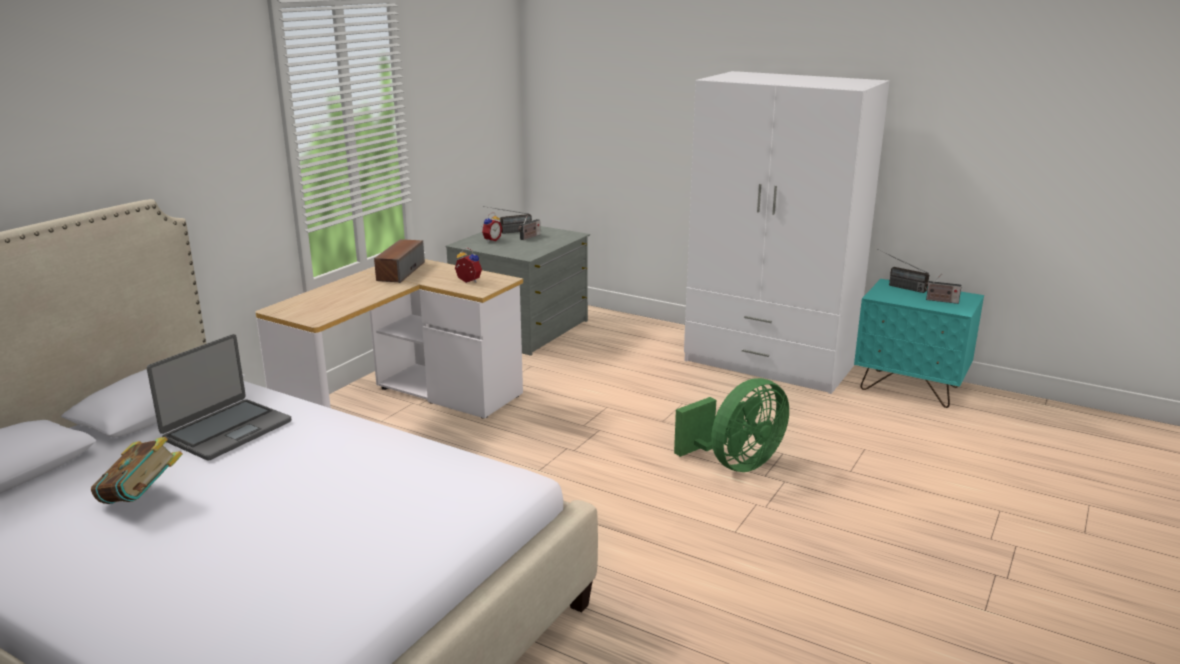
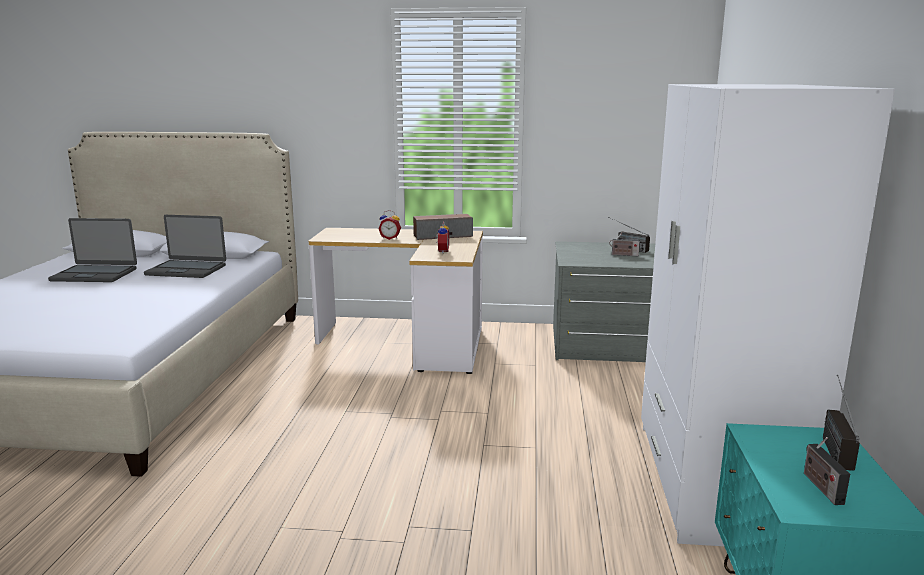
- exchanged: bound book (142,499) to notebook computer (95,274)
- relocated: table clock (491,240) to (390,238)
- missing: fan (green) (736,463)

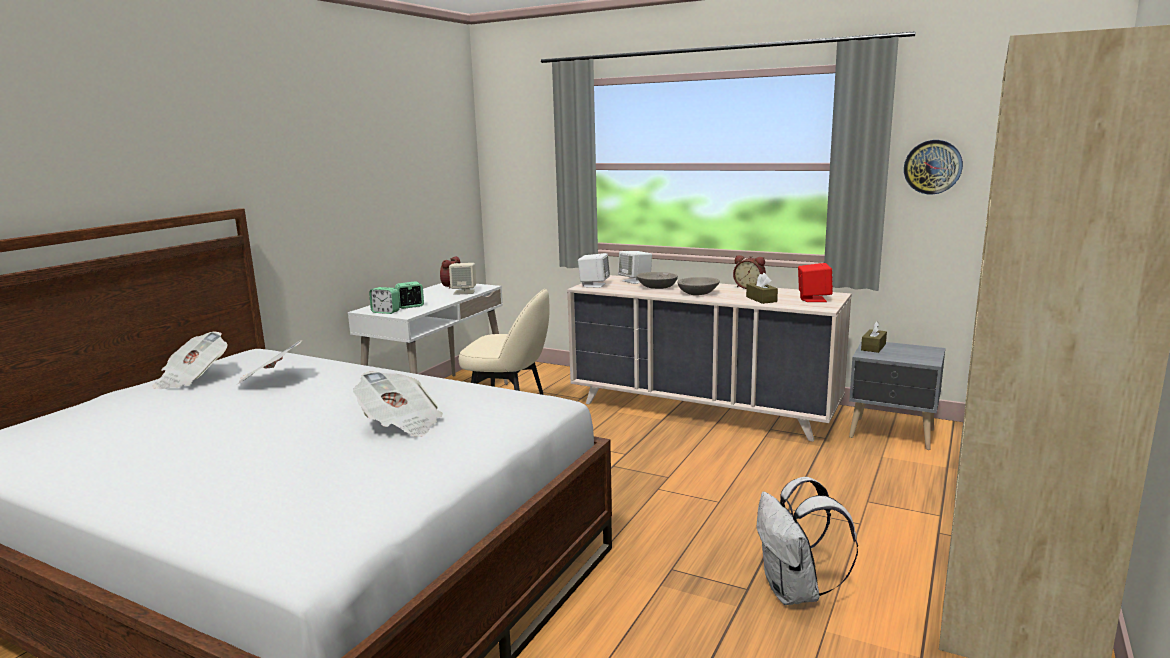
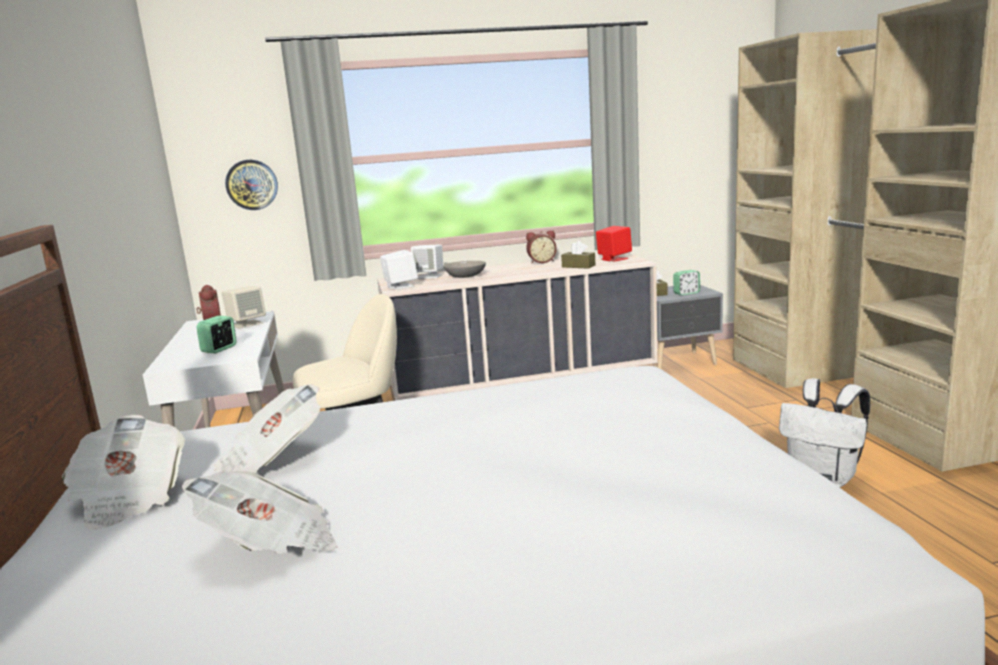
- relocated: printed paper (401,424) to (271,545)
- relocated: table clock (385,312) to (686,293)
- missing: bowl (gray) (698,293)
- relocated: clock on the wall (932,167) to (252,184)

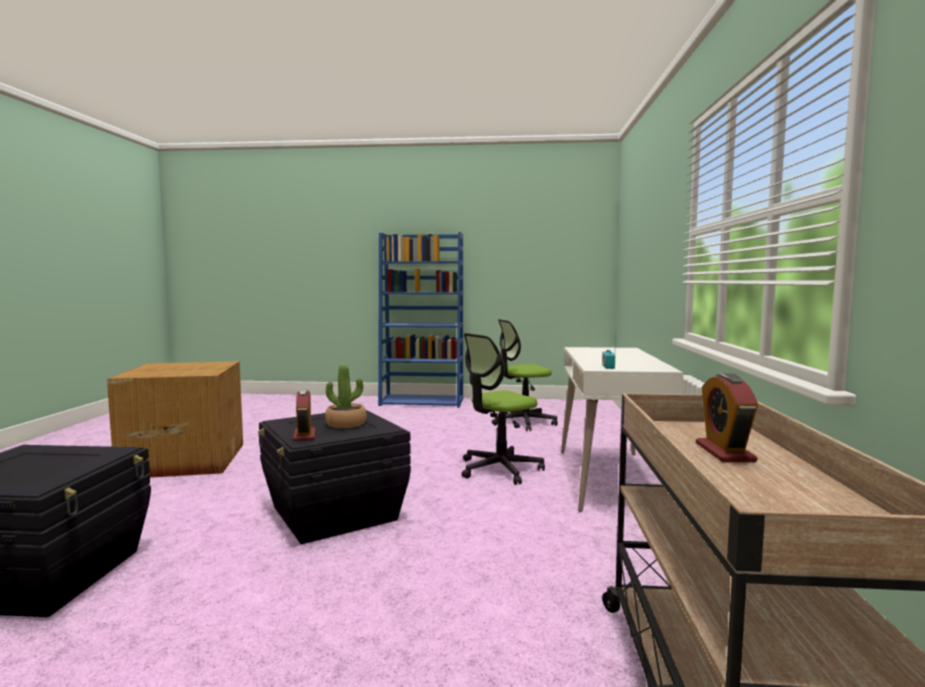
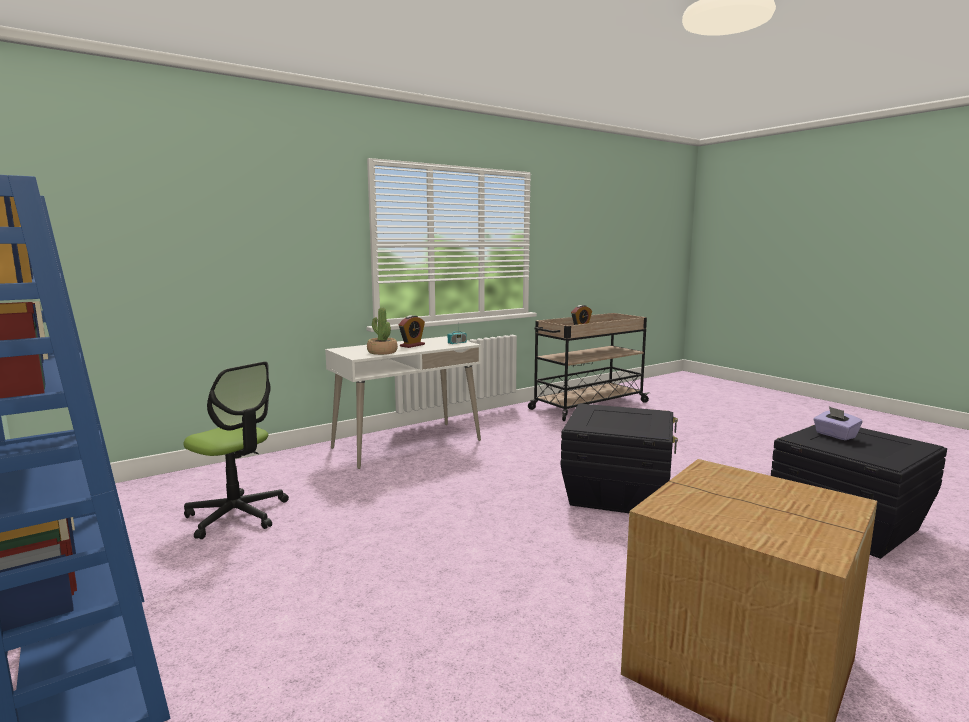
- relocated: table clock (304,435) to (412,345)
- relocated: plant in a pot (346,424) to (382,352)
- missing: desk chair (499,469)
- appeared: box of tissues (purple-coloured) (835,435)

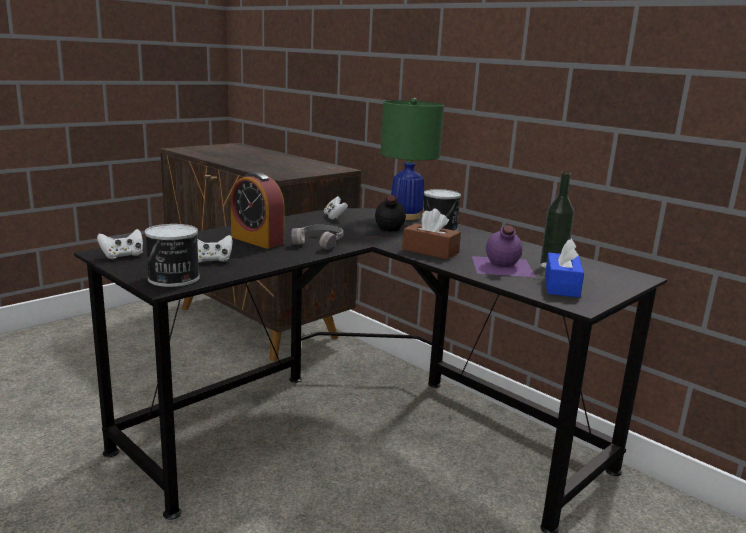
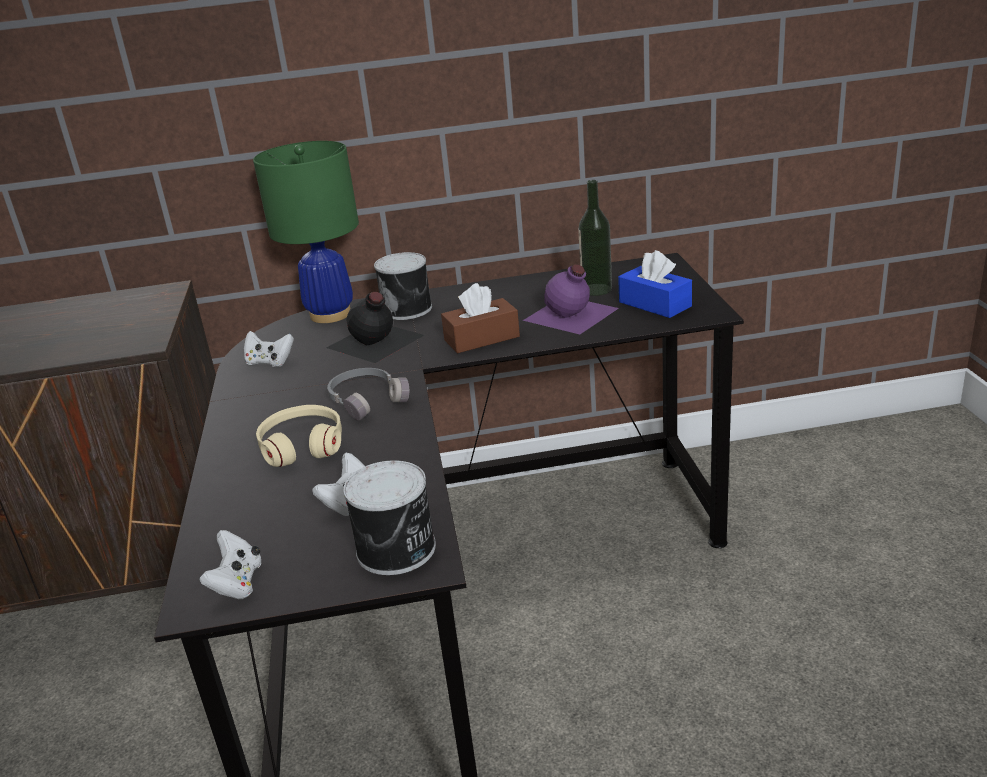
- exchanged: table clock (257,240) to pair of headphones (beige-coloured) (302,445)

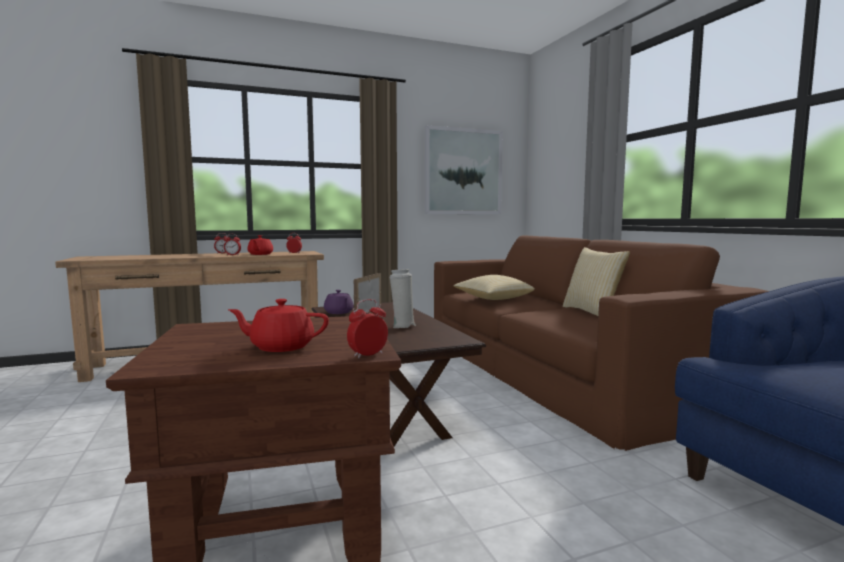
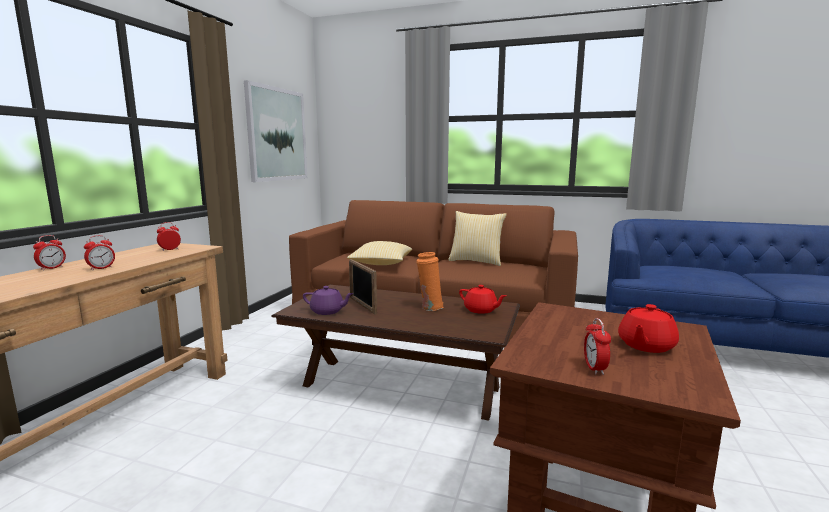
- relocated: teapot (reddish) (260,254) to (481,310)
- relocated: table clock (368,355) to (594,368)
- colour: flower vase (white-coloured) (402,326) to flower vase (orange-coloured) (430,307)

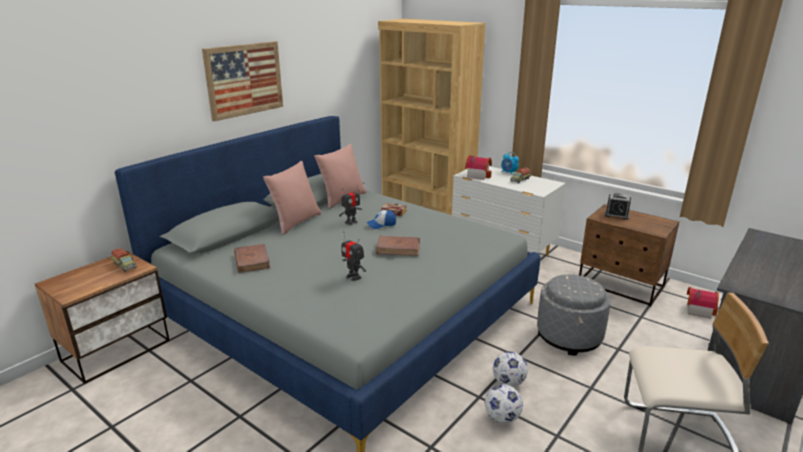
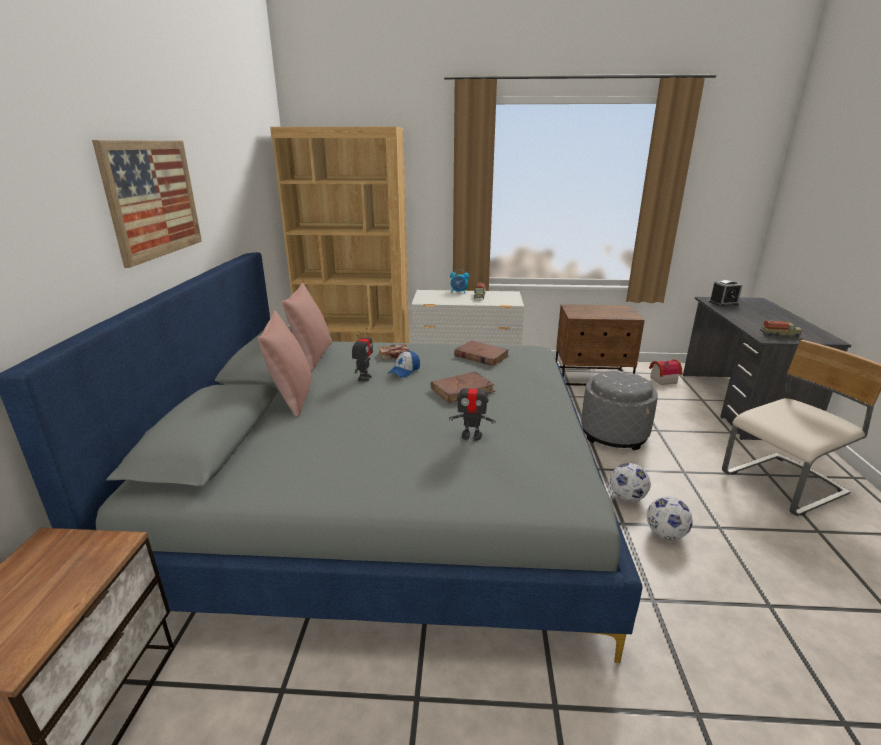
- relocated: toy lorry (125,265) to (780,335)
- relocated: bound book (brownish) (252,260) to (481,356)
- missing: model house (477,175)
- relocated: table clock (616,215) to (723,303)

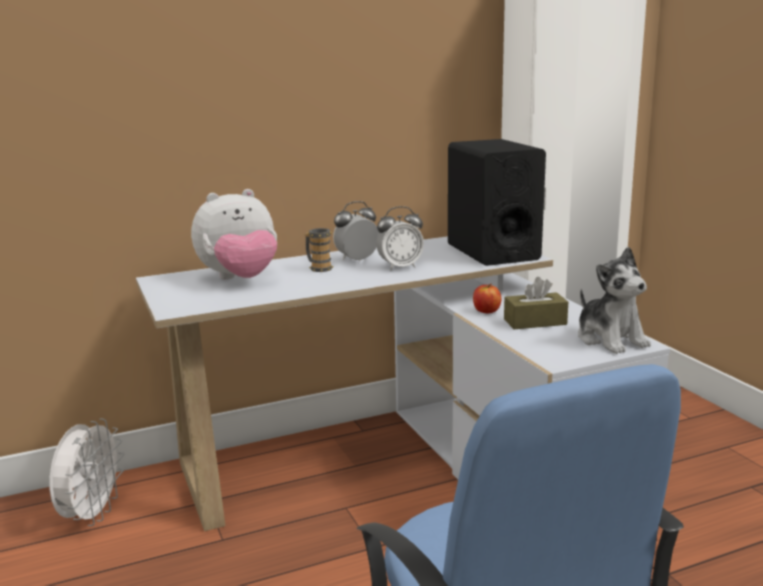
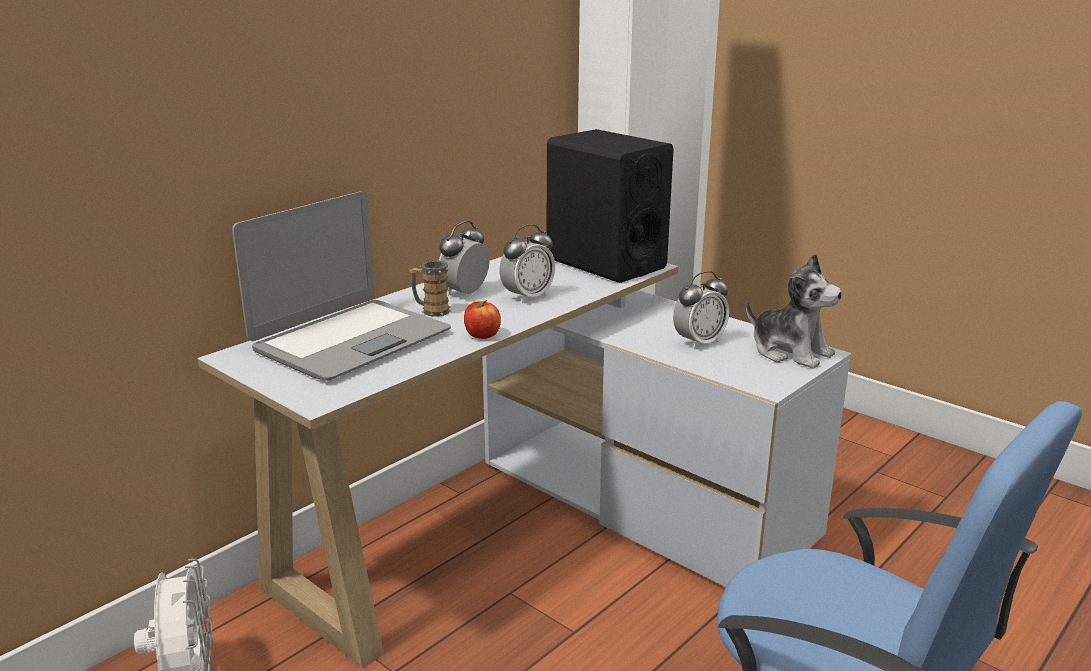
- exchanged: soft toy (240,279) to notebook computer (350,341)
- relocated: apple (486,311) to (482,335)
- exchanged: box of tissues (brownish) (535,322) to table clock (699,342)

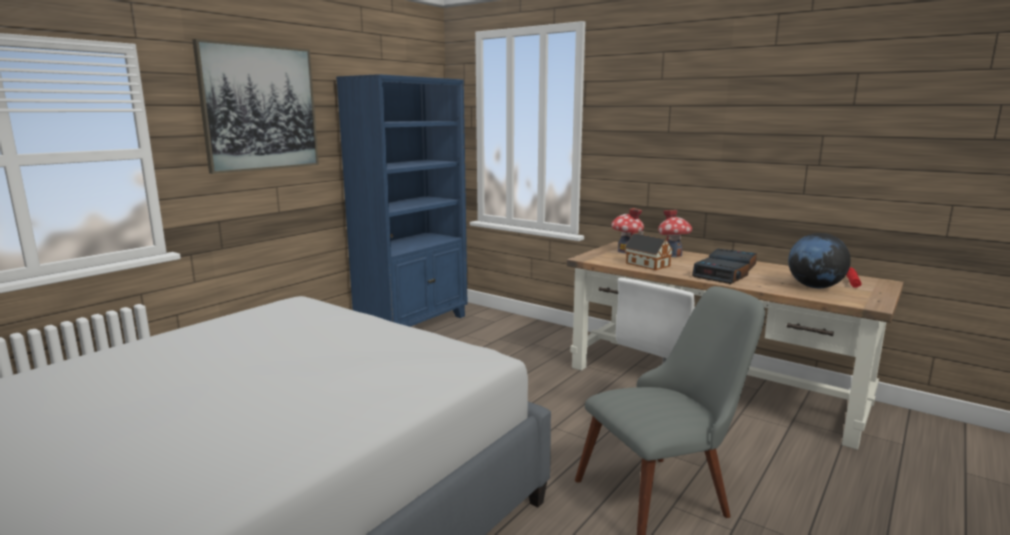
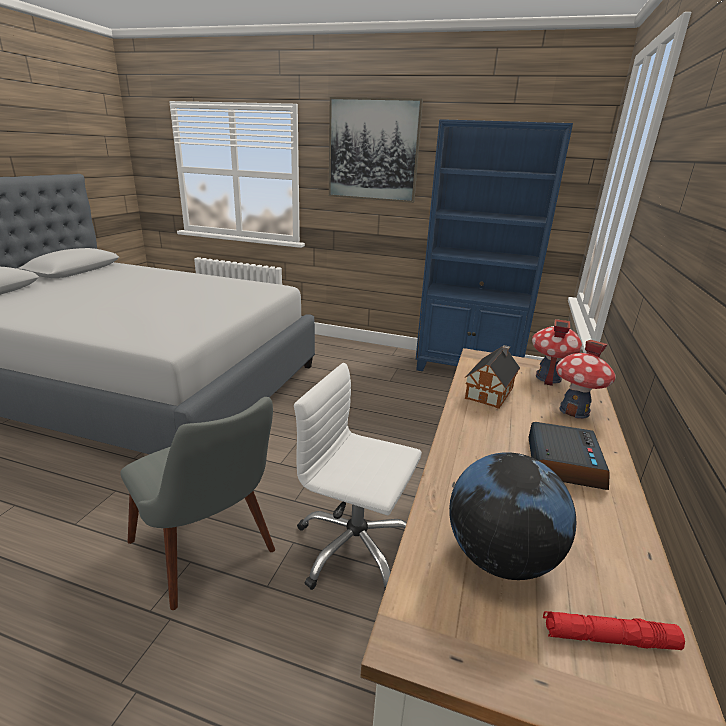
- missing: table clock (720,276)

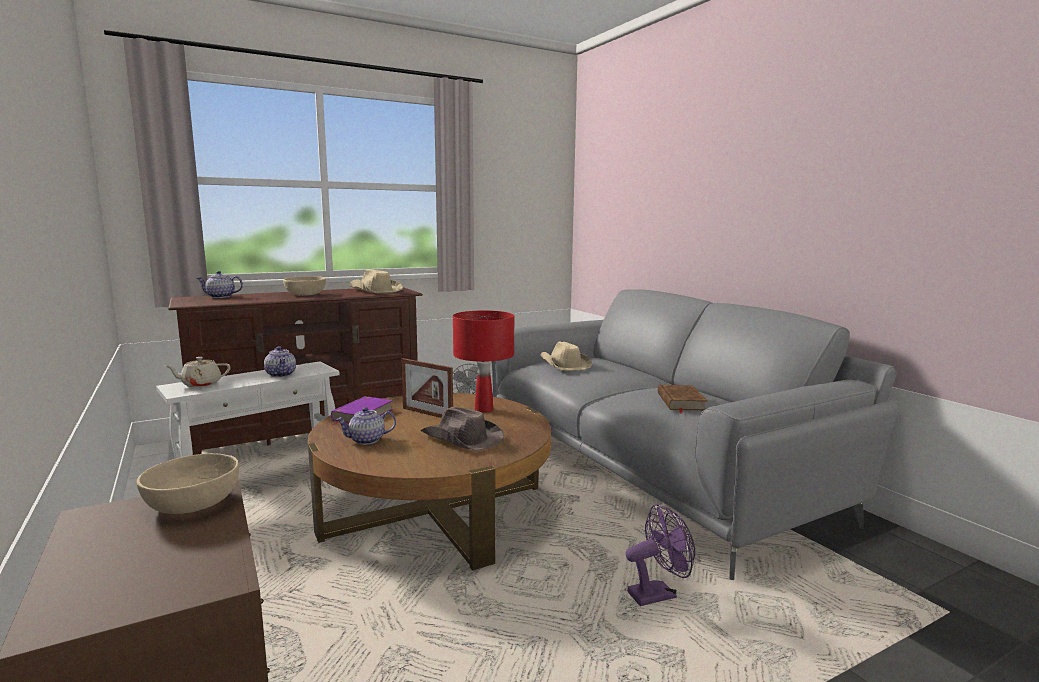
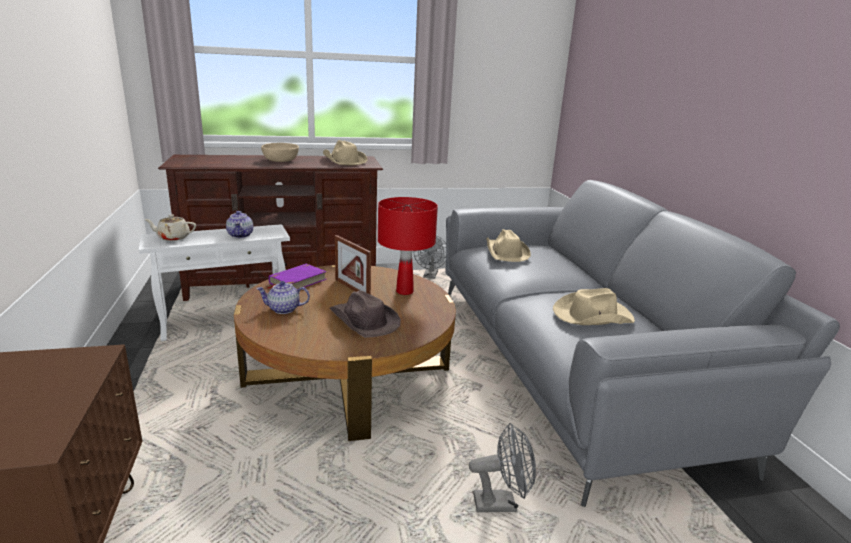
- missing: bowl (beige-coloured) (192,503)
- missing: teapot (220,297)
- colour: fan (purple-coloured) (658,593) to fan (gray) (501,503)
- exchanged: bound book (brownish) (680,402) to hat (beige-coloured) (591,315)

